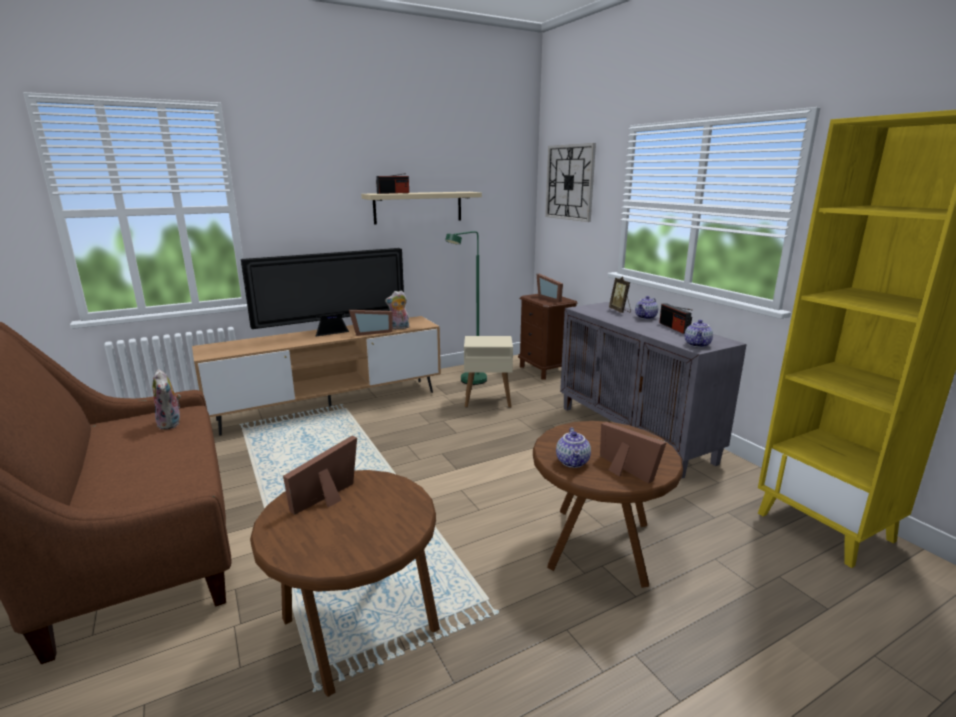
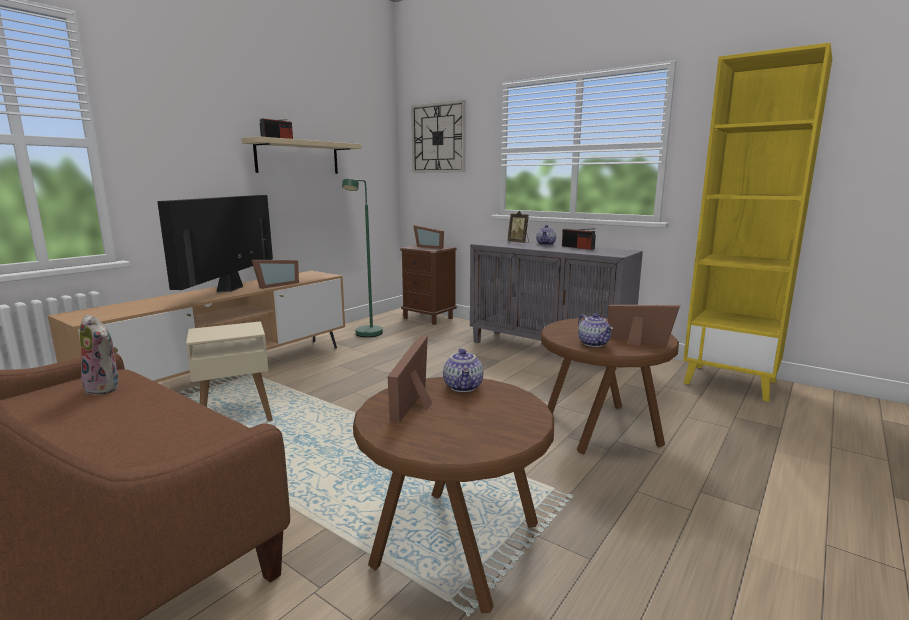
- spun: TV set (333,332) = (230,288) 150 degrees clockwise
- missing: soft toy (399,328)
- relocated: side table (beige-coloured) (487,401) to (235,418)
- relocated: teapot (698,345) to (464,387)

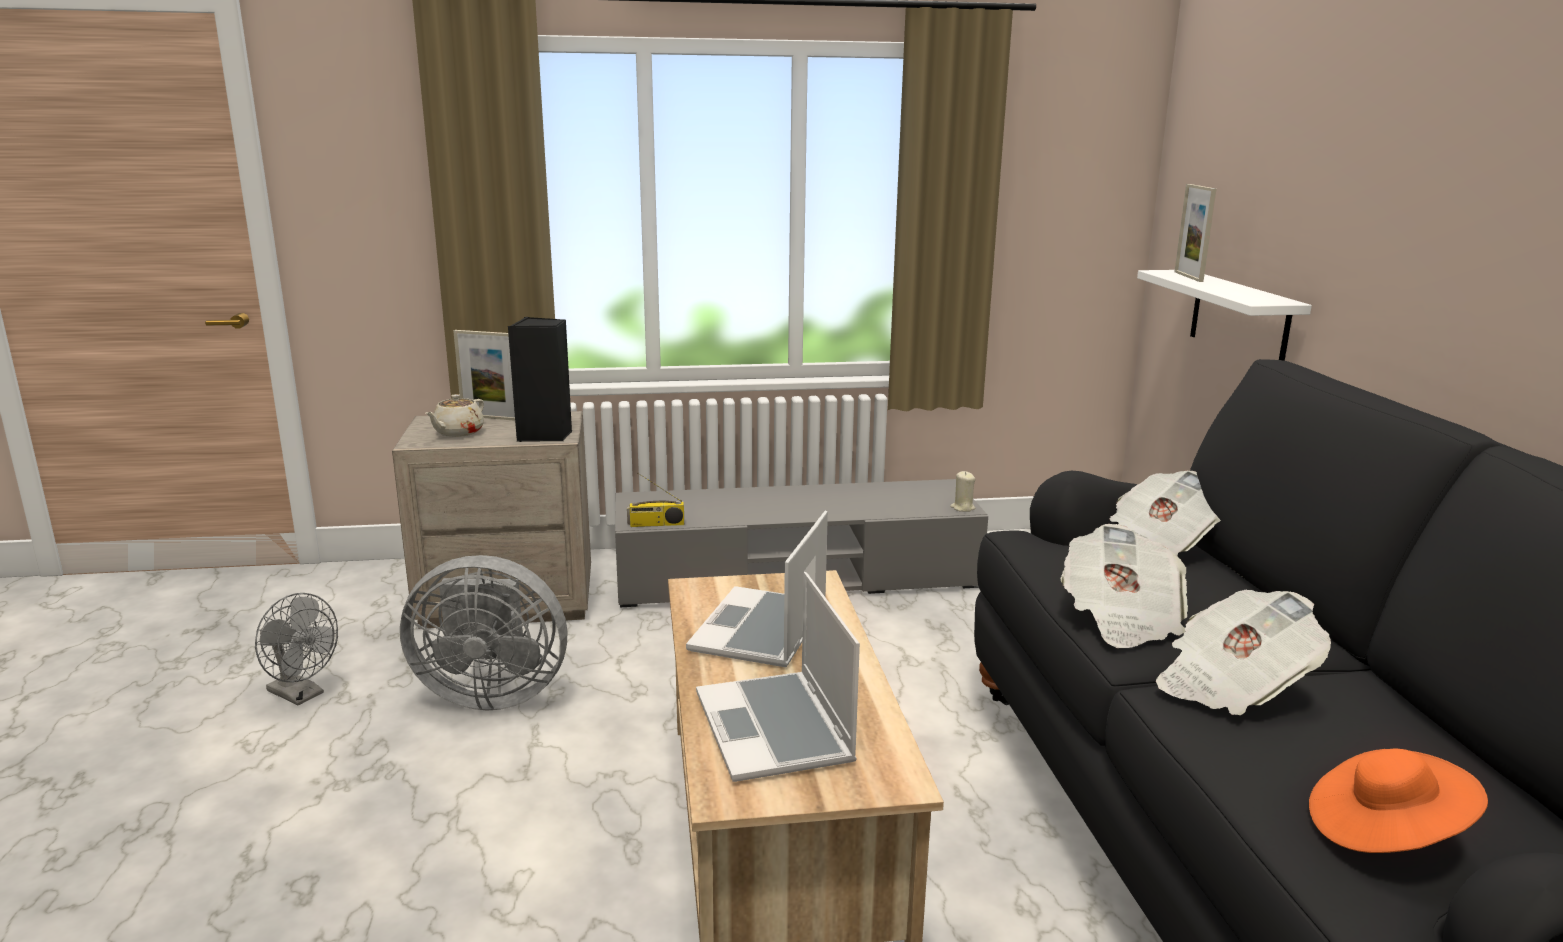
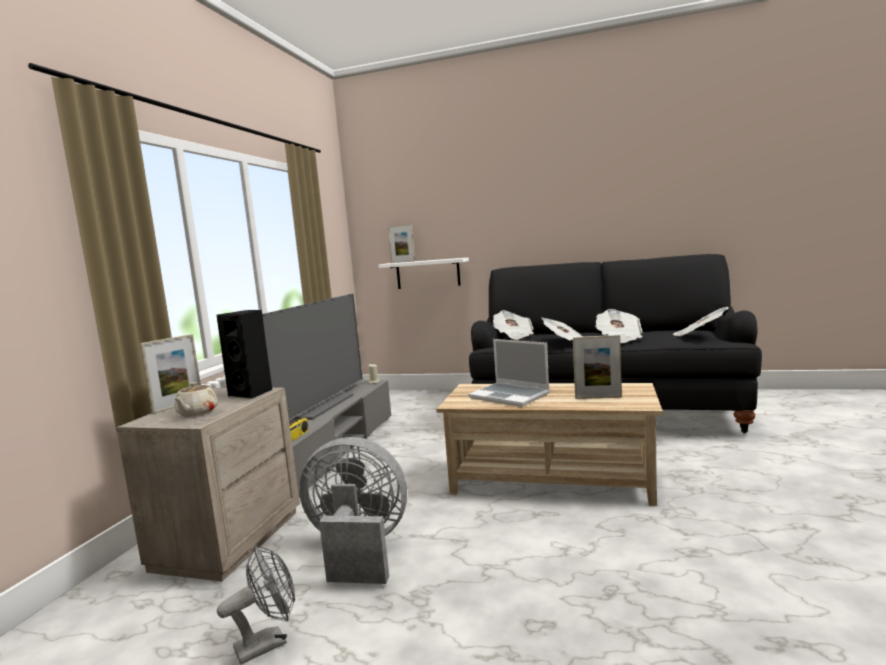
- spun: fan (gray) (491,694) = (358,550) 105 degrees counterclockwise
- spun: teapot (beige-coloured) (458,433) = (196,413) 45 degrees clockwise
- exchanged: notebook computer (776,730) to standing frame (598,397)
- exchanged: hat (orange-coloured) (1385,831) to printed paper (699,335)
- appeared: TV set (318,405)

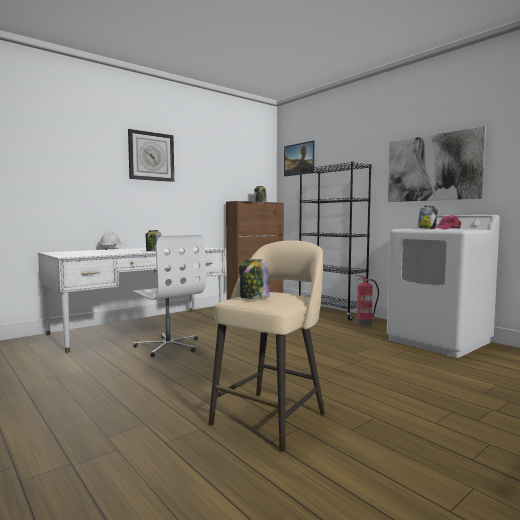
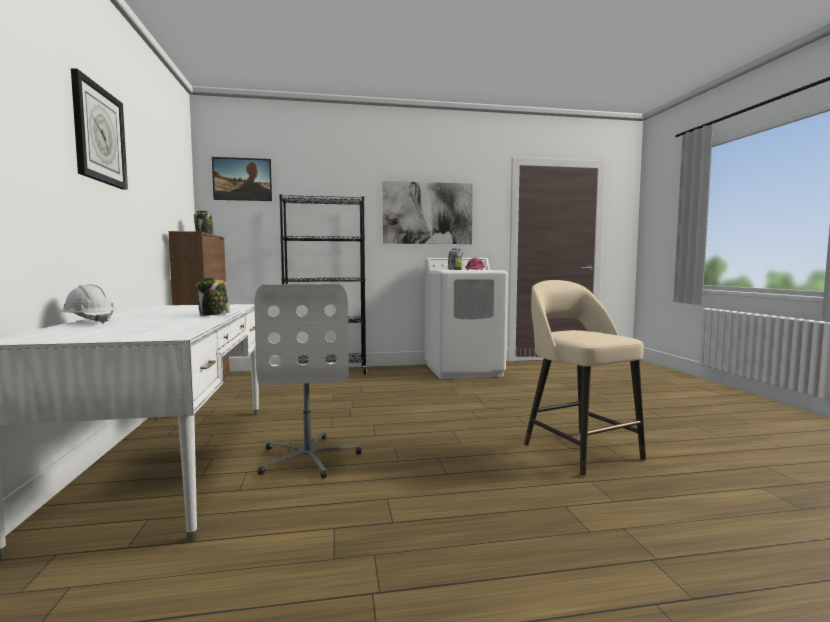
- spun: desk chair (white-coloured) (168,346) = (308,457) 90 degrees clockwise
- missing: storage jar (253,298)
- missing: fire-fighting cylinder (364,323)

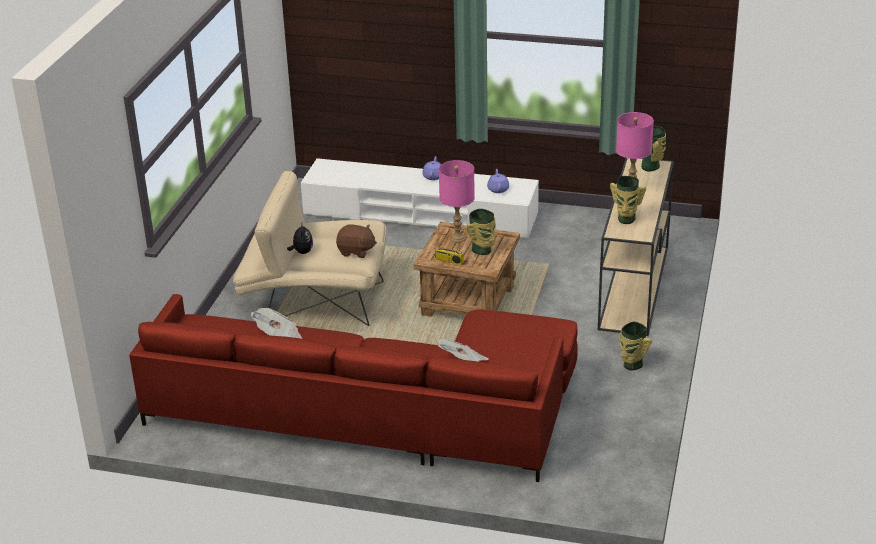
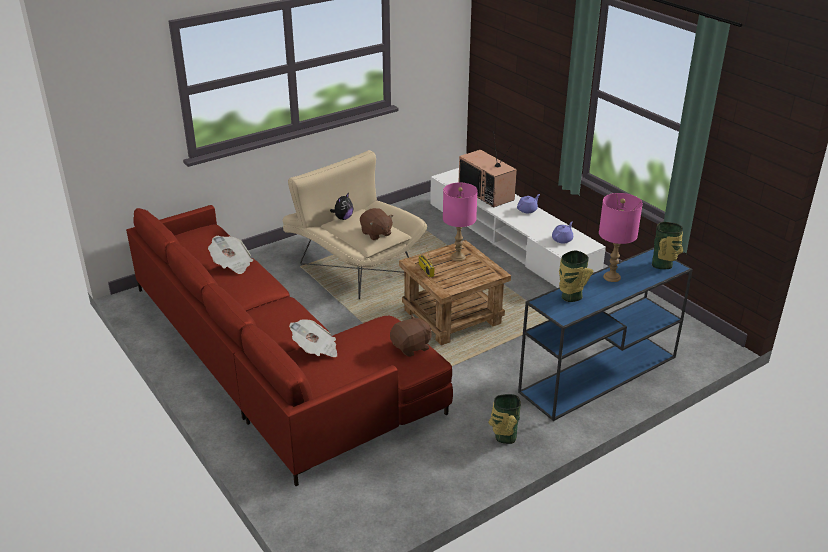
- missing: flower vase (482,251)
- colour: console table (beige-coloured) (634,288) to console table (blue) (597,375)
- appeared: soft toy (brownish) (411,347)
- appeared: TV set (487,193)

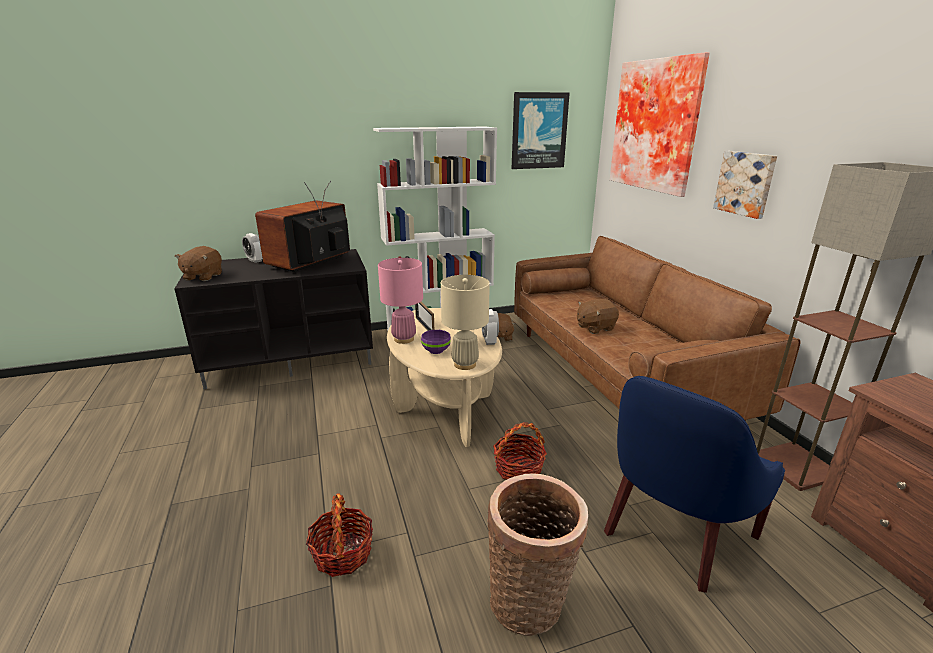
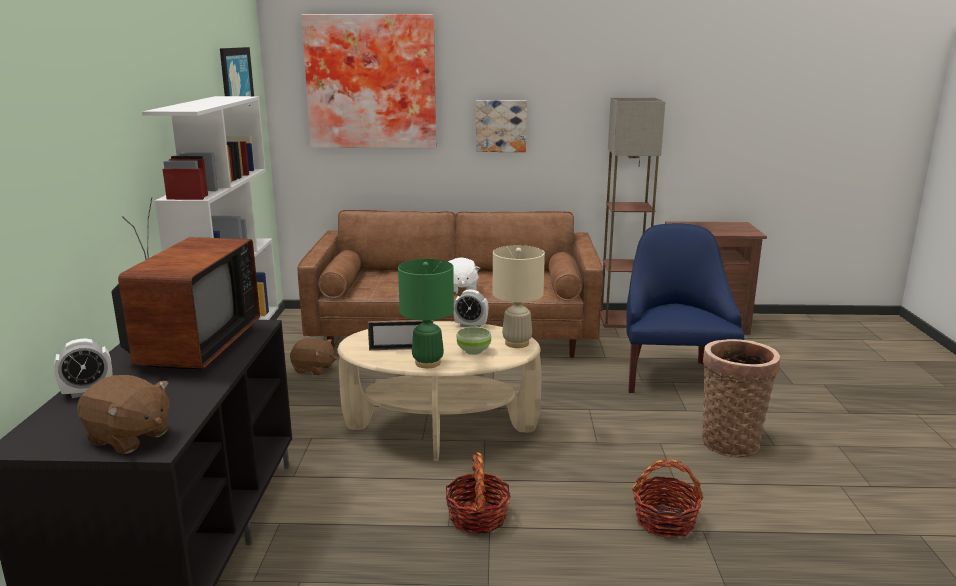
- spun: TV set (313,263) = (191,348) 135 degrees counterclockwise
- colour: lamp for a table (pink) (404,339) to lamp for a table (green) (427,363)
- colour: bowl (purple-coloured) (436,350) to bowl (green) (473,351)
- relocated: storage basket (518,469) to (478,517)
- colour: soft toy (brownish) (595,327) to soft toy (white-coloured) (461,289)
- spun: lounge chair (blue) (672,531) = (673,376) 150 degrees counterclockwise

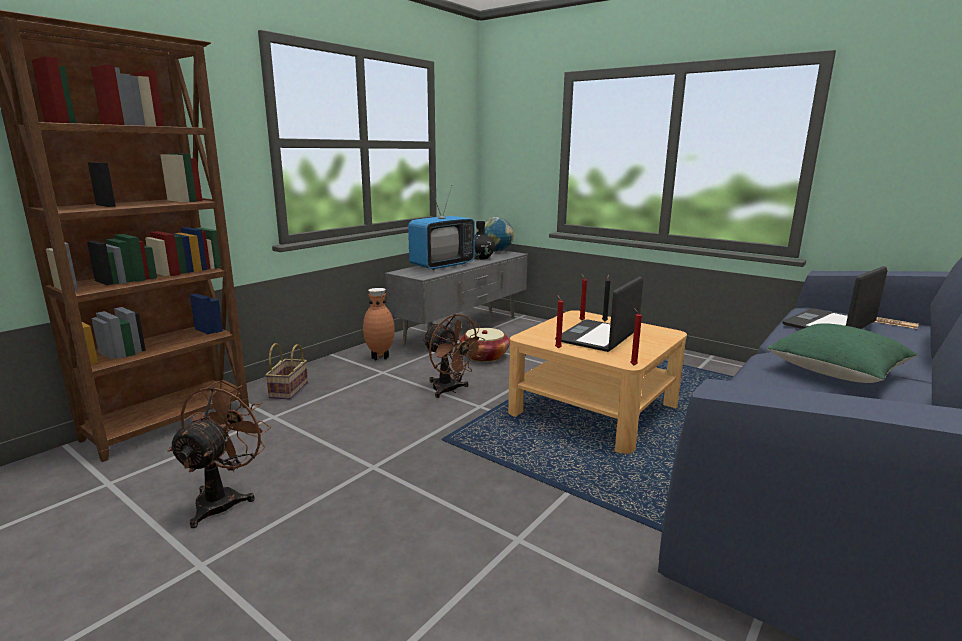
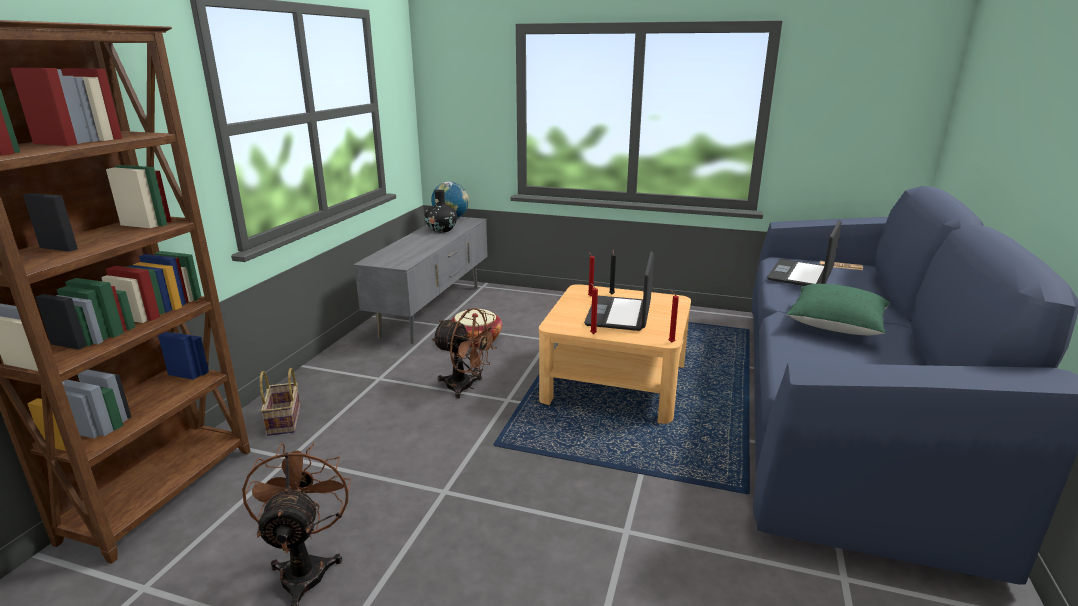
- missing: flower vase (brownish) (380,357)
- missing: TV set (442,265)

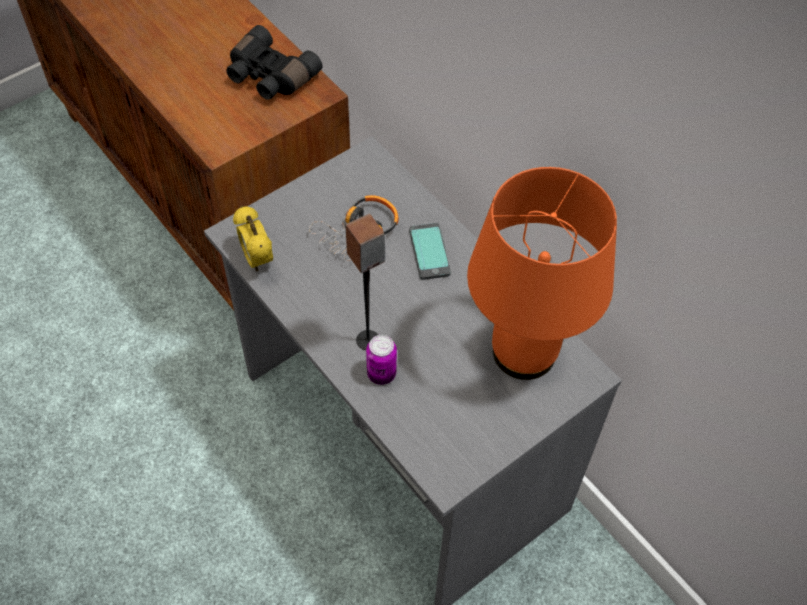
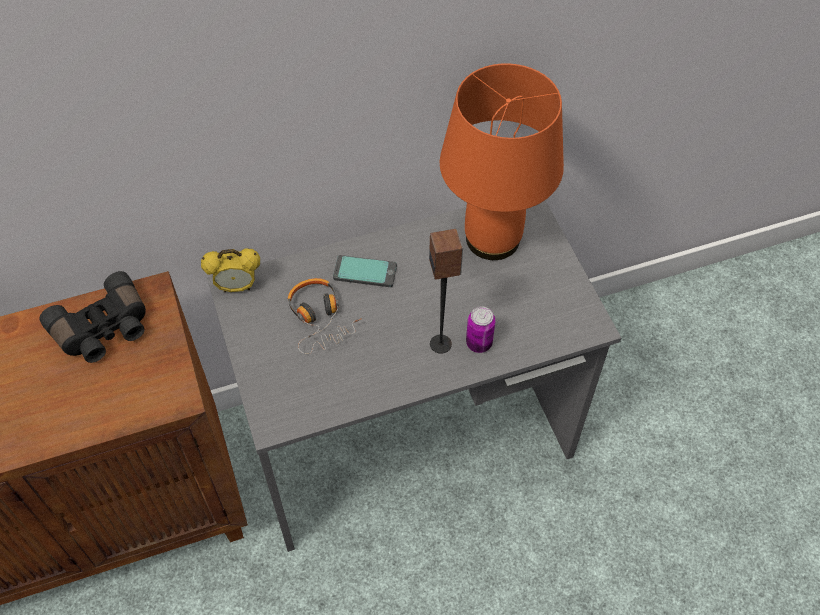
- relocated: table clock (257,260) to (237,287)

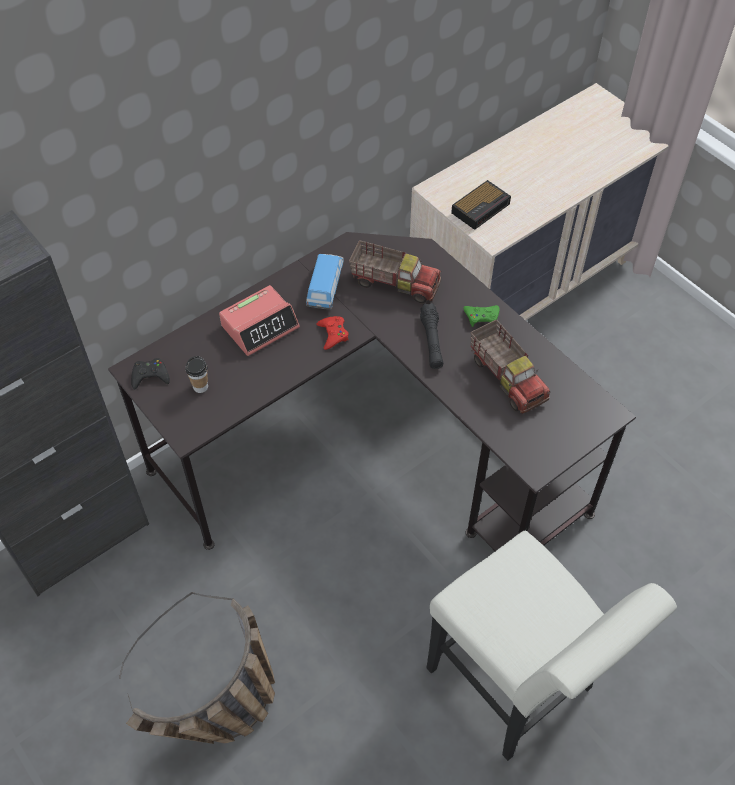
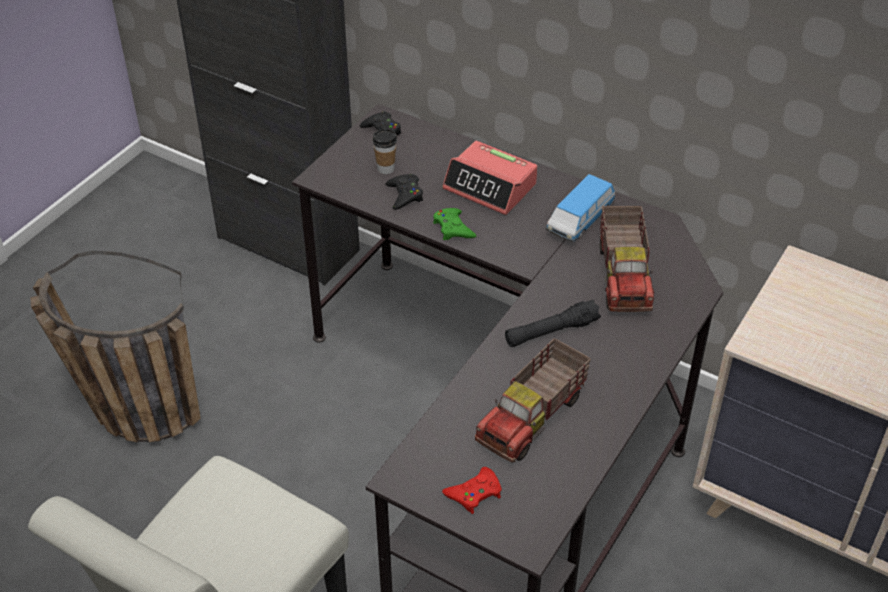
- spun: miniature car (325,287) = (579,220) 135 degrees clockwise
- relocated: joypad (reddish) (333,334) to (474,493)
- missing: table clock (481,208)
- relocated: joypad (green) (481,317) to (453,228)
- appeared: joypad (blackish) (405,195)

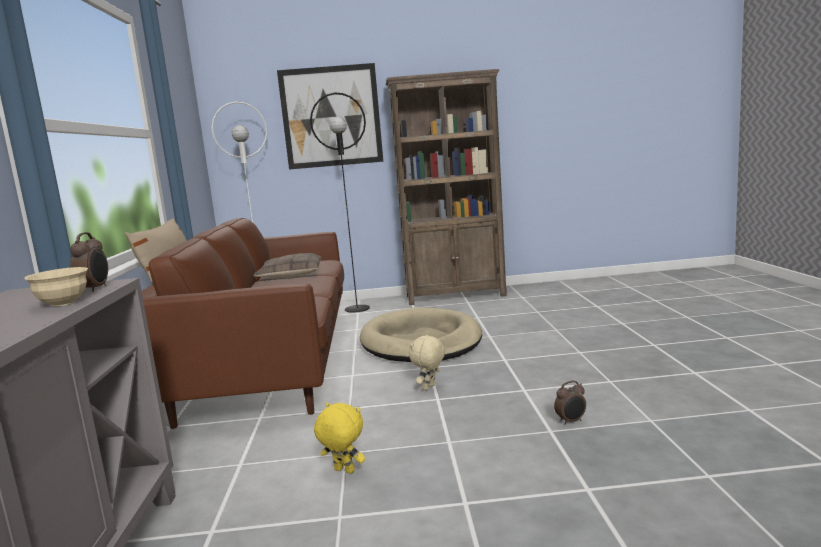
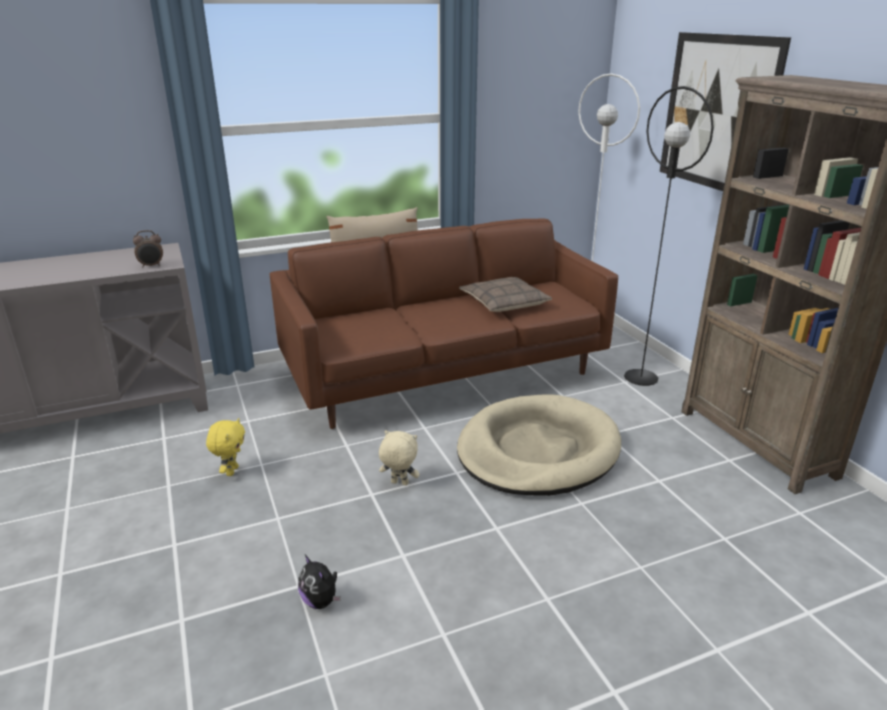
- missing: bowl (beige-coloured) (63,303)
- exchanged: table clock (571,421) to soft toy (321,601)

